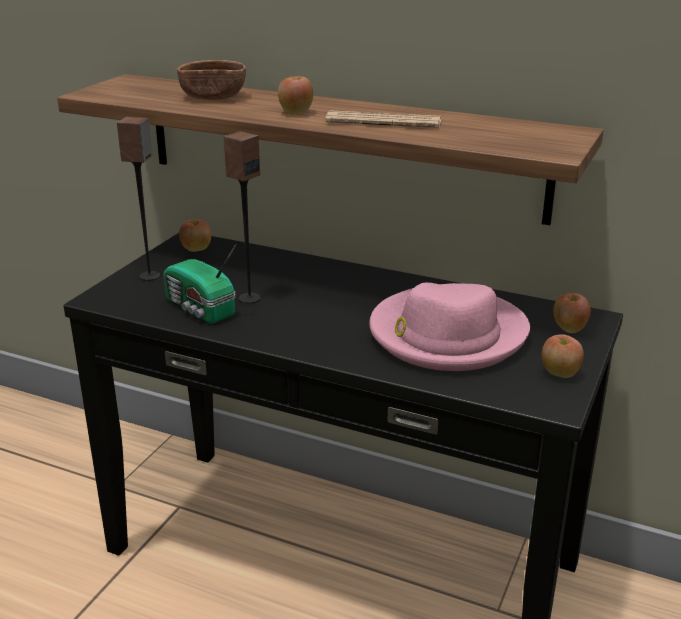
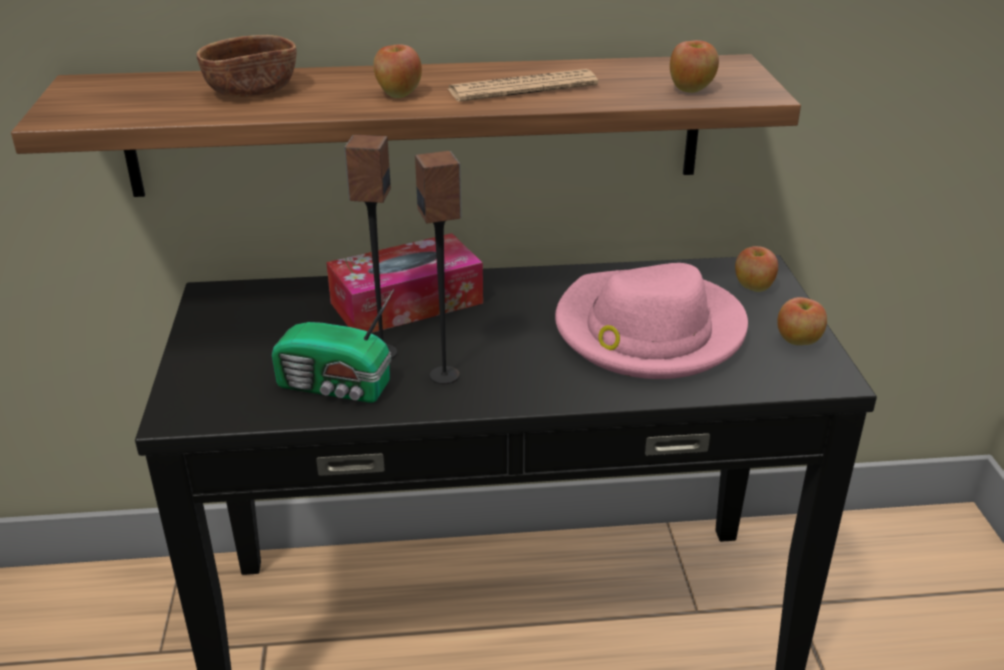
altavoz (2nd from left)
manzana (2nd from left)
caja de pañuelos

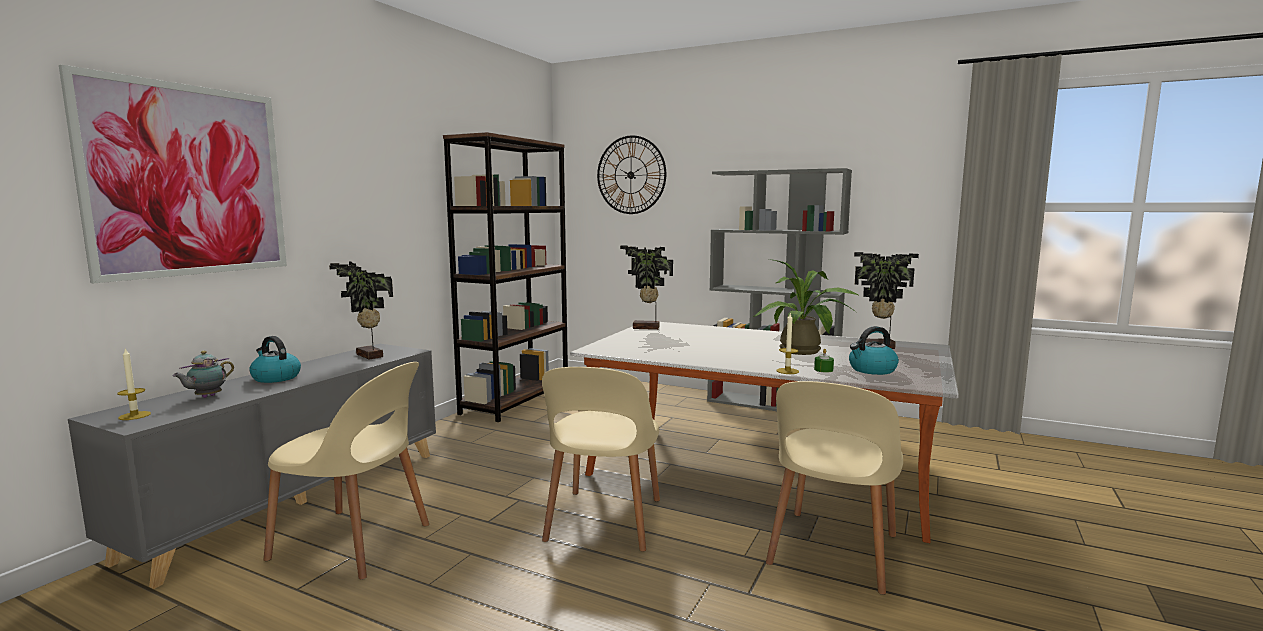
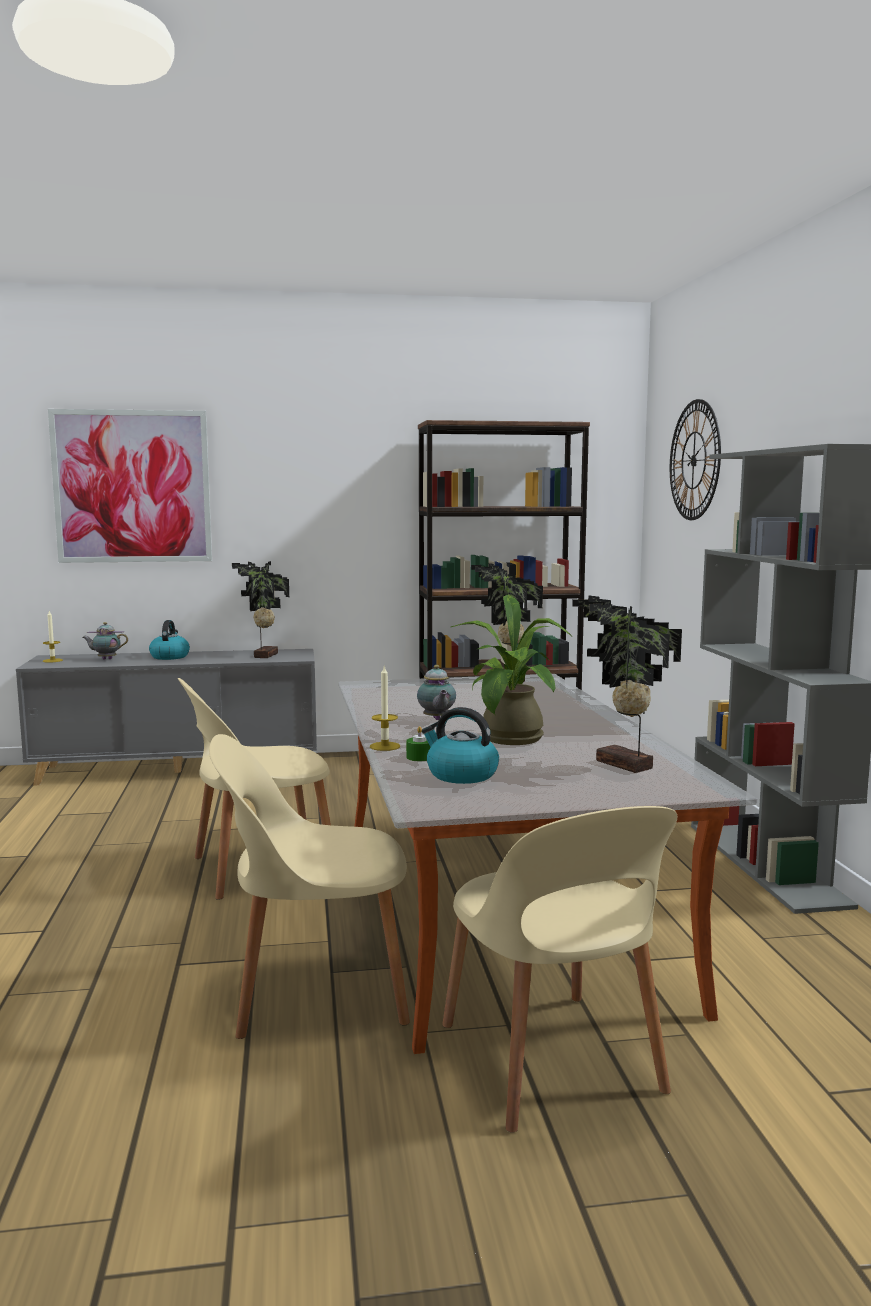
silla (beis) (3rd from left)
tetera (2nd from left)

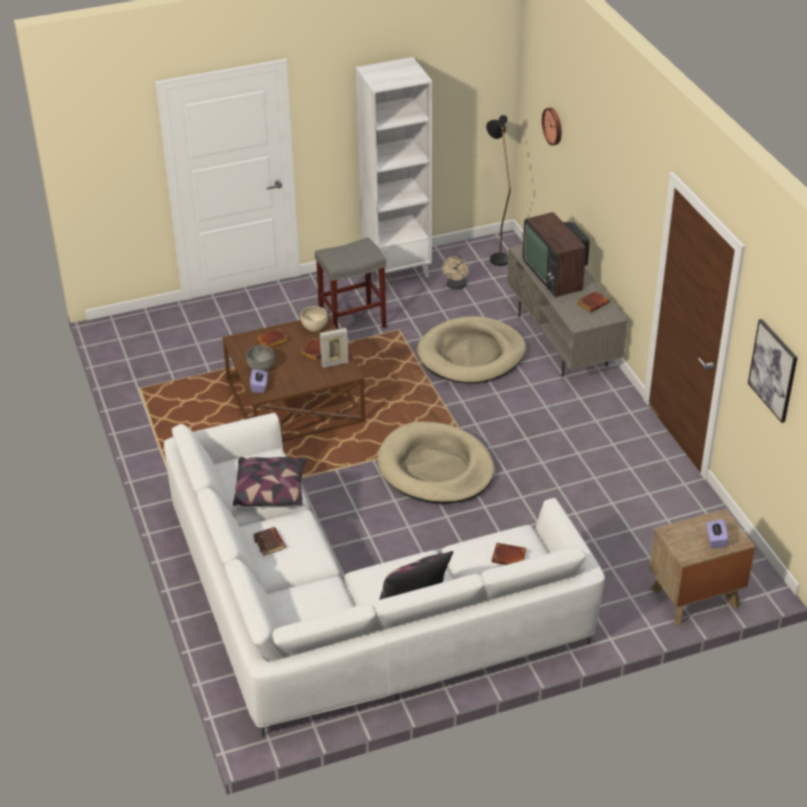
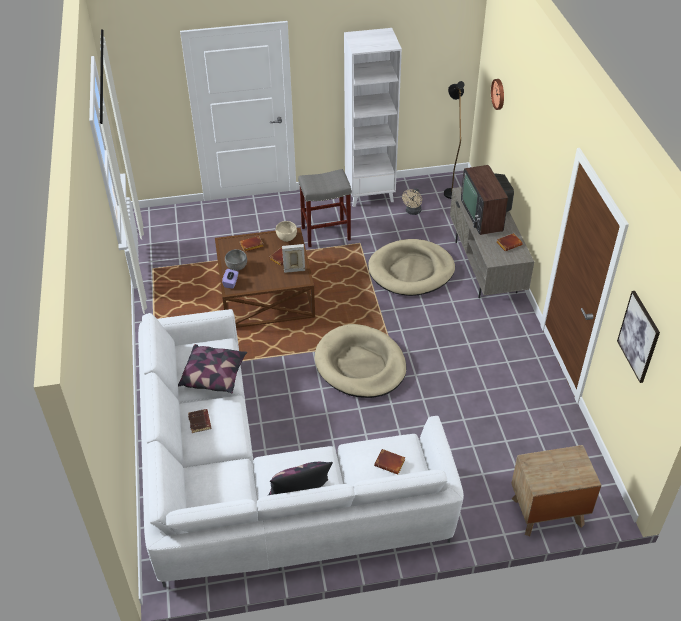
caja de pañuelos (morado) (2nd from left in the first image)

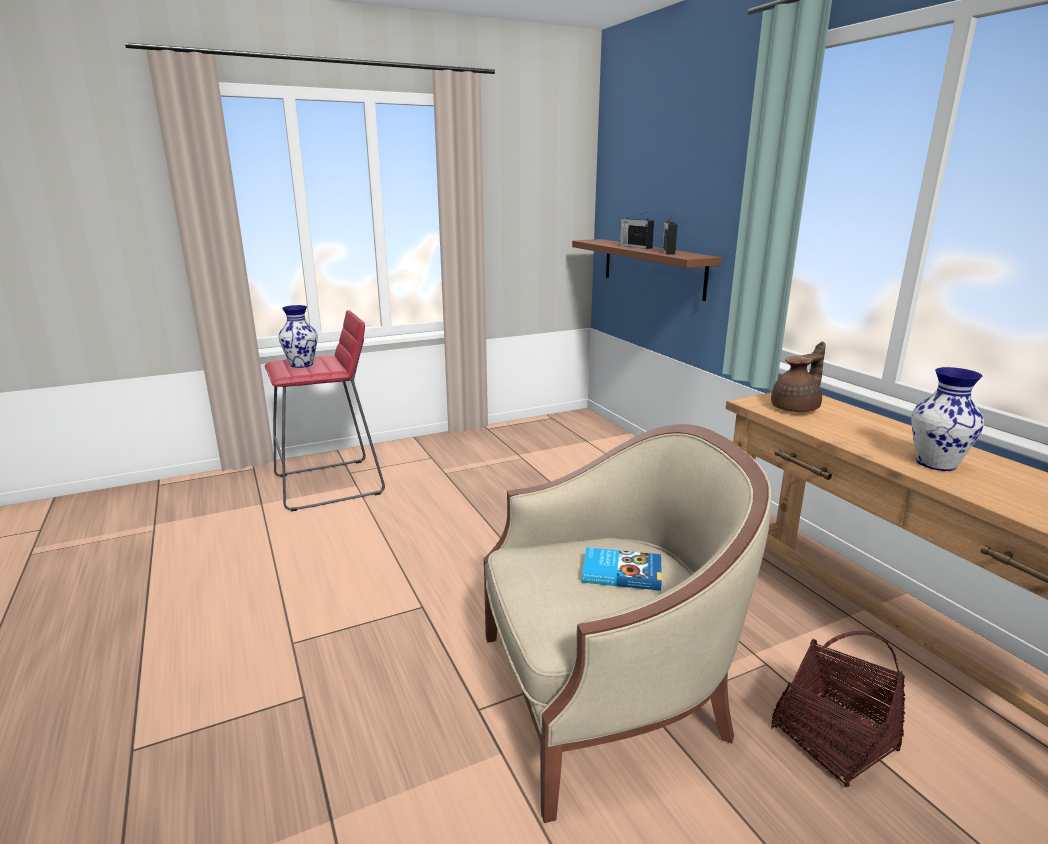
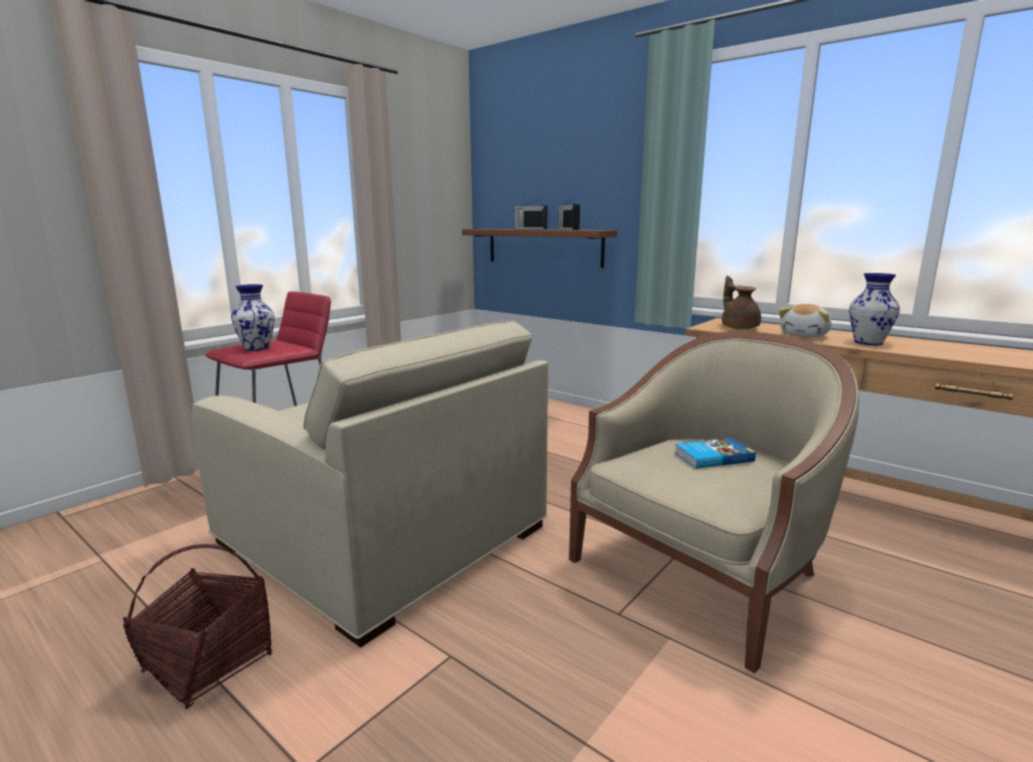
tetera (marrón)
cesta
peluche
sillón (beis) (1st from left)

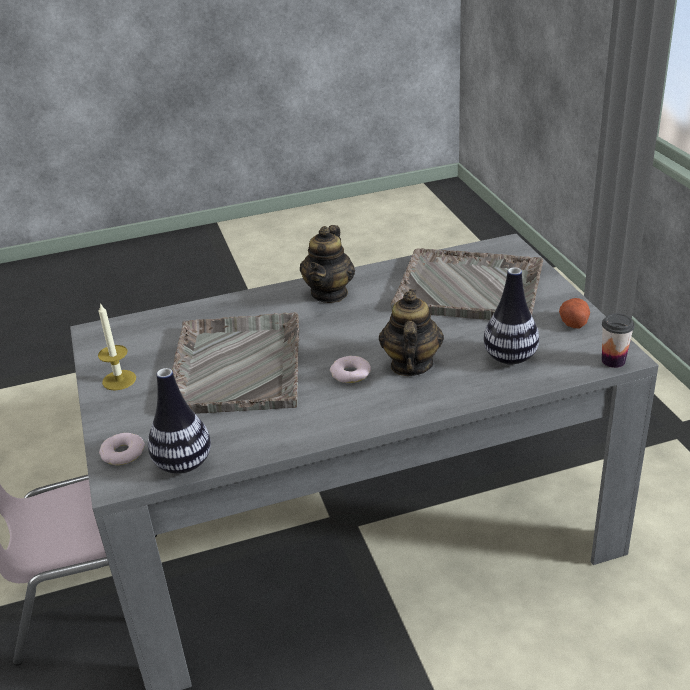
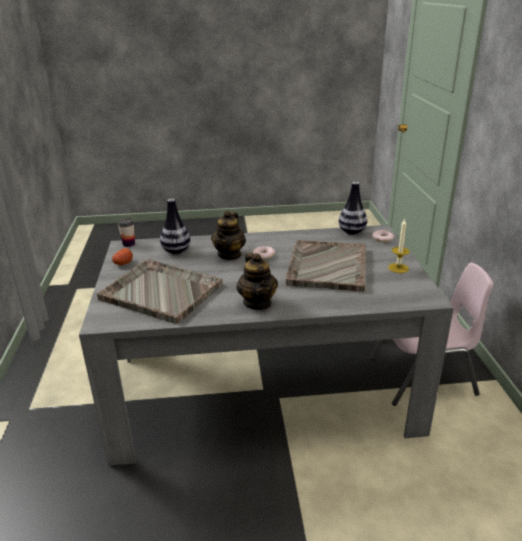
tetera (2nd from left)

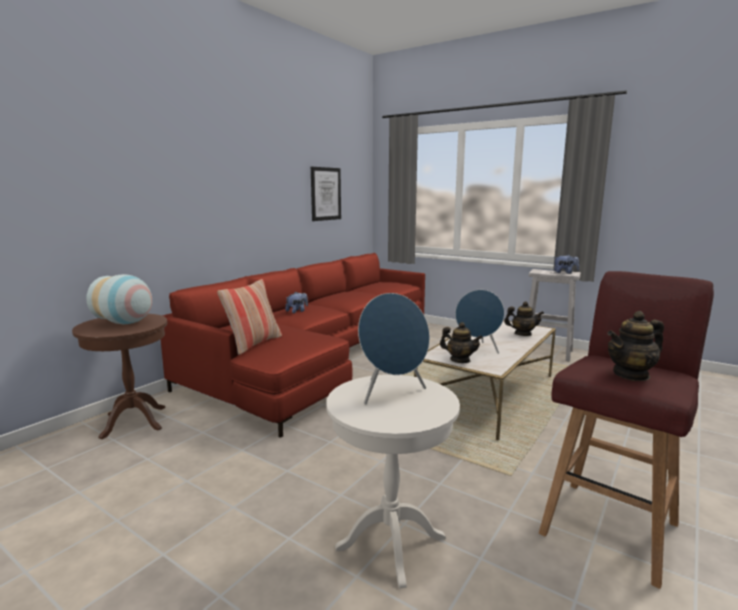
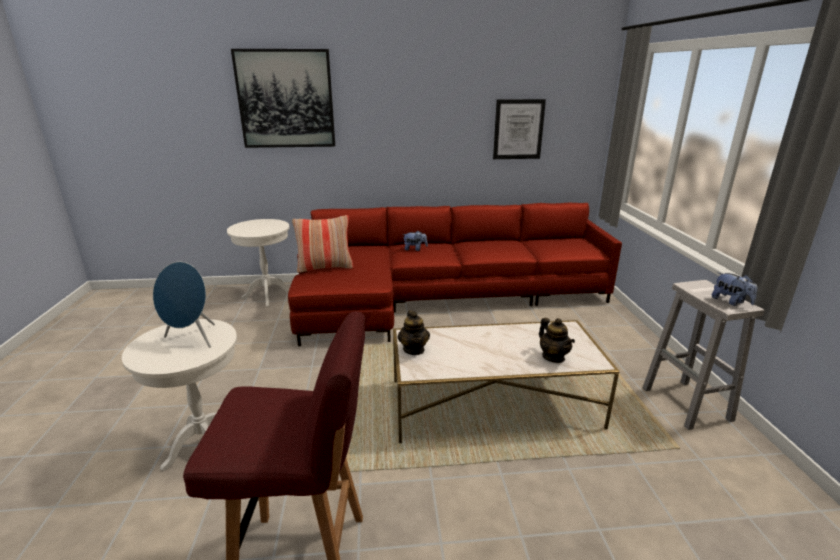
florero
altavoz (azul) (2nd from left in the first image)
tetera (3rd from left in the first image)
mesa auxiliar (blanco) (2nd from left)
cuadro (1st from left)

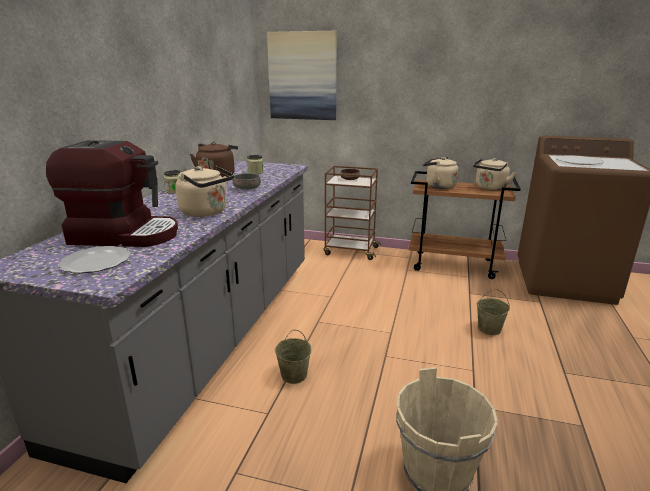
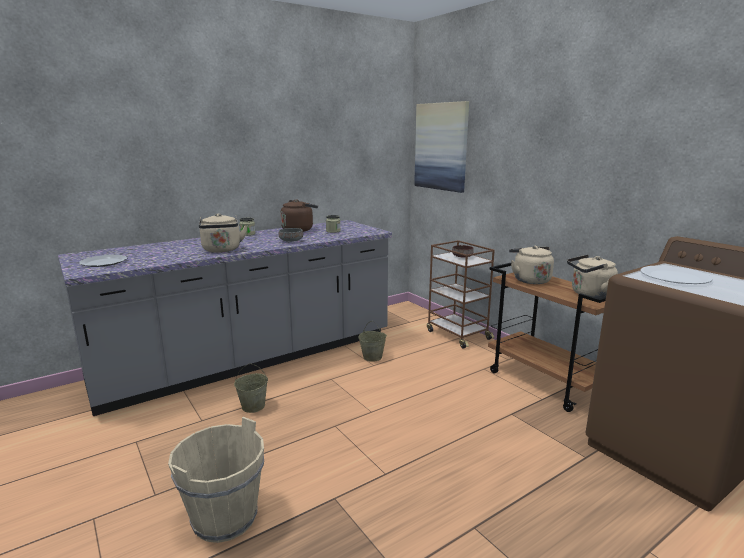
cafetera
cubo (beis) (3rd from left)

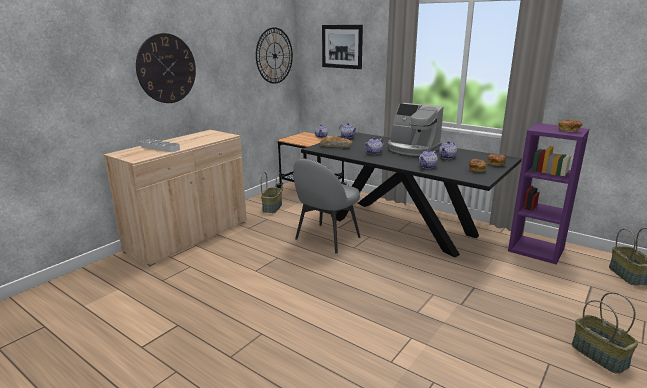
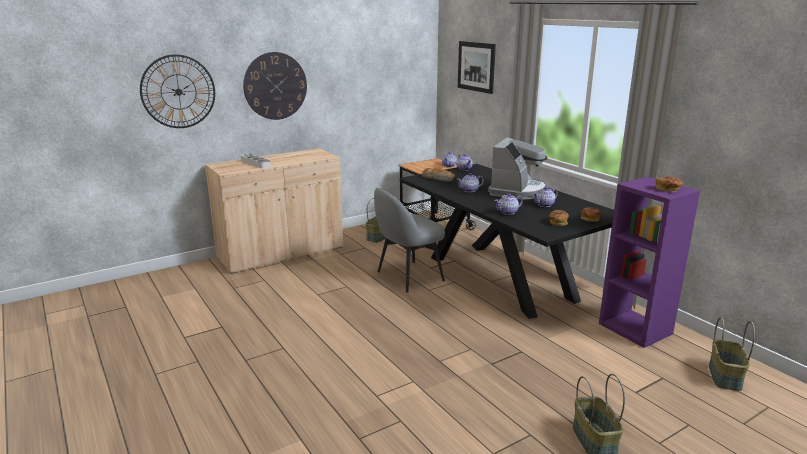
reloj de pared (1st from left)
cafetera

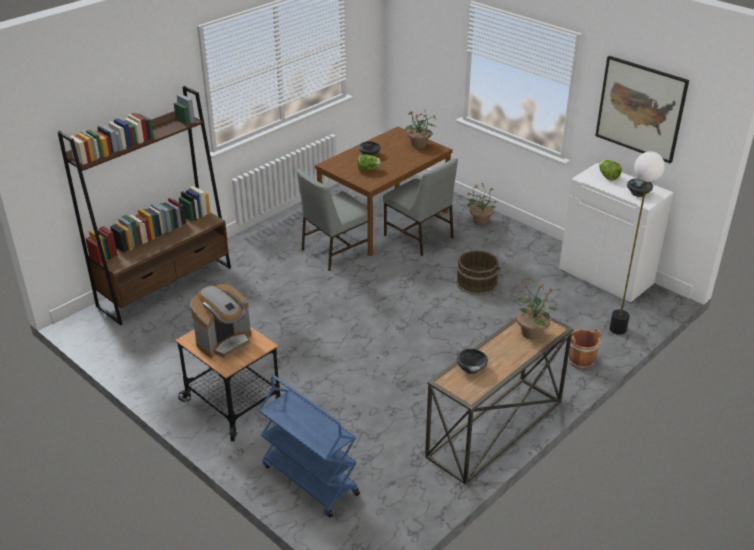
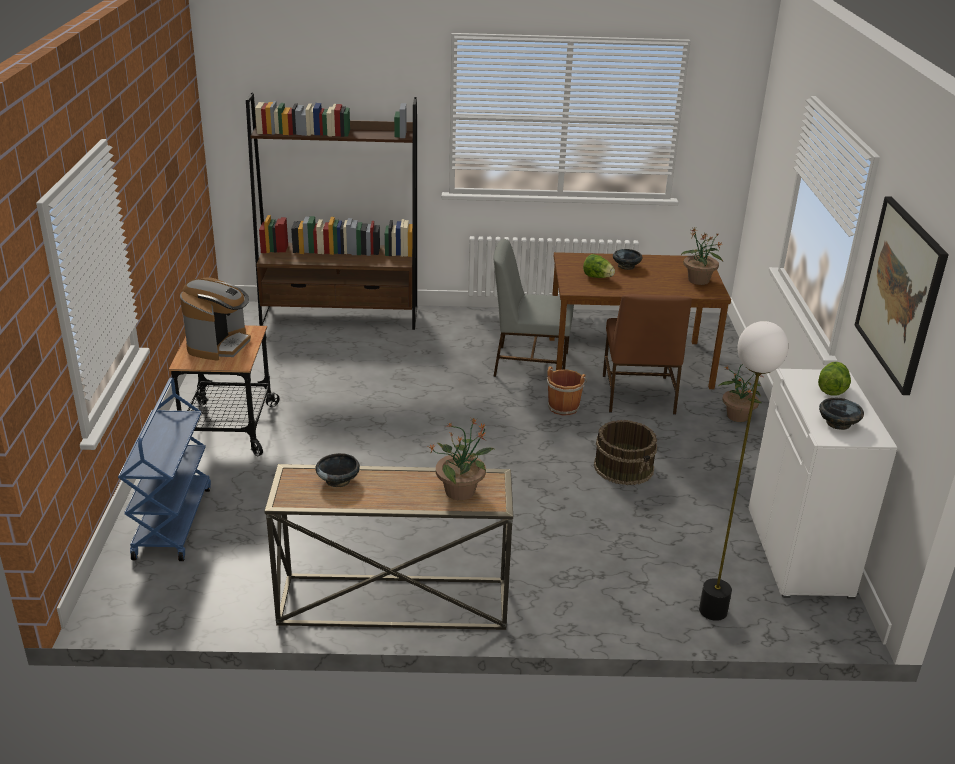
silla (marrón)
cafetera
cubo (marrón) (1st from left)

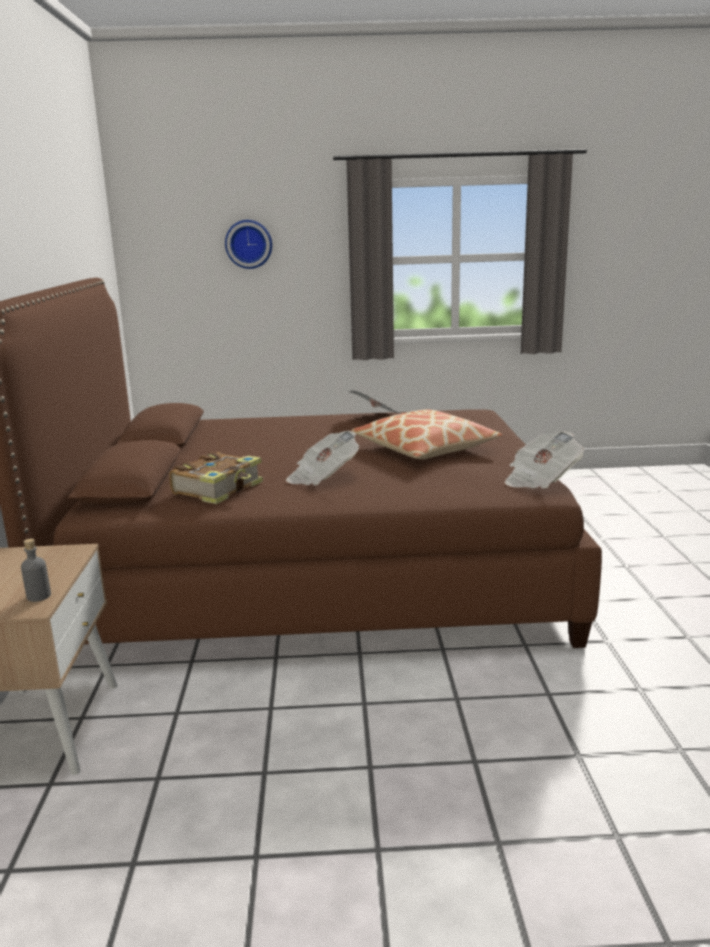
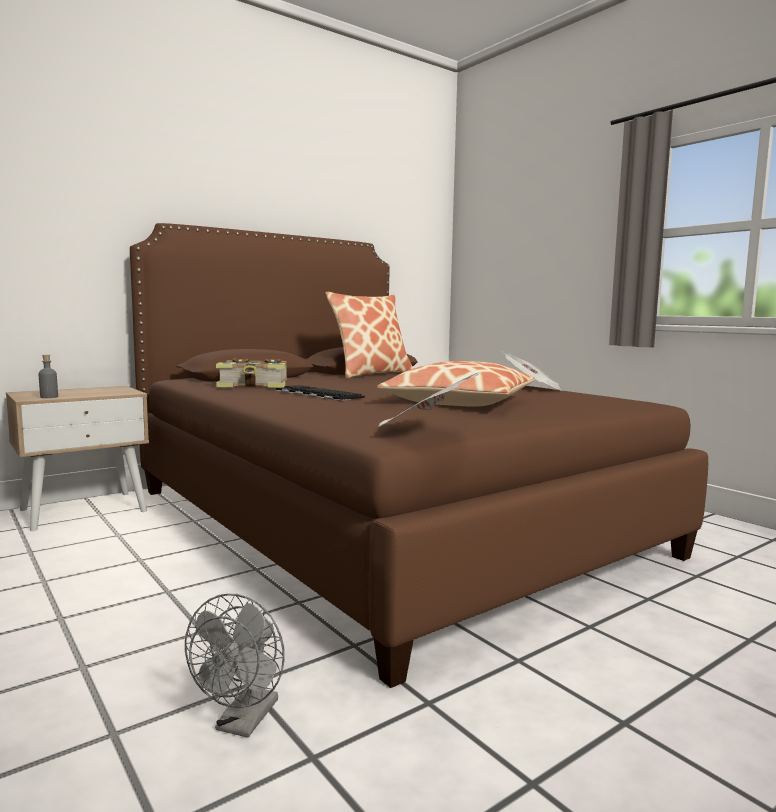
reloj de pared
teclado
cojín (1st from left)
ventilador (gris)

